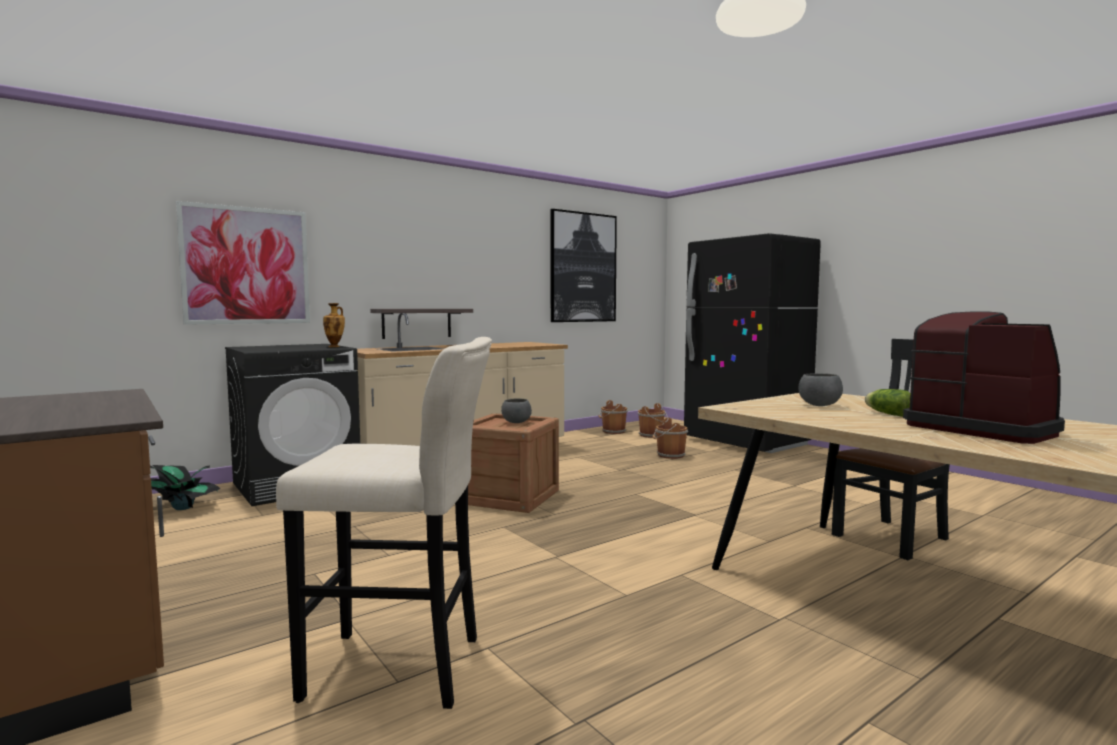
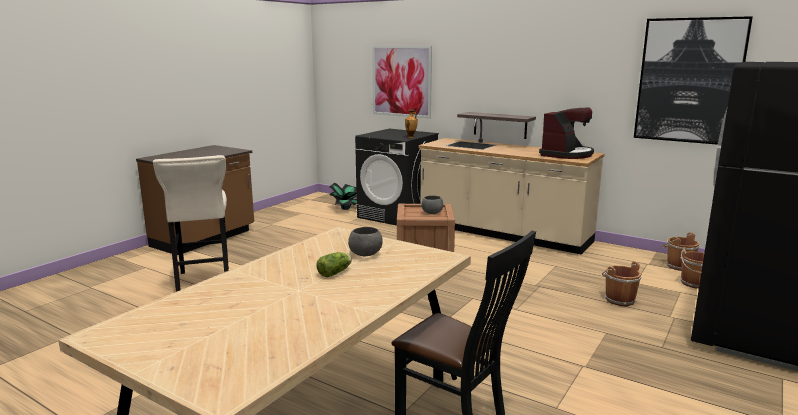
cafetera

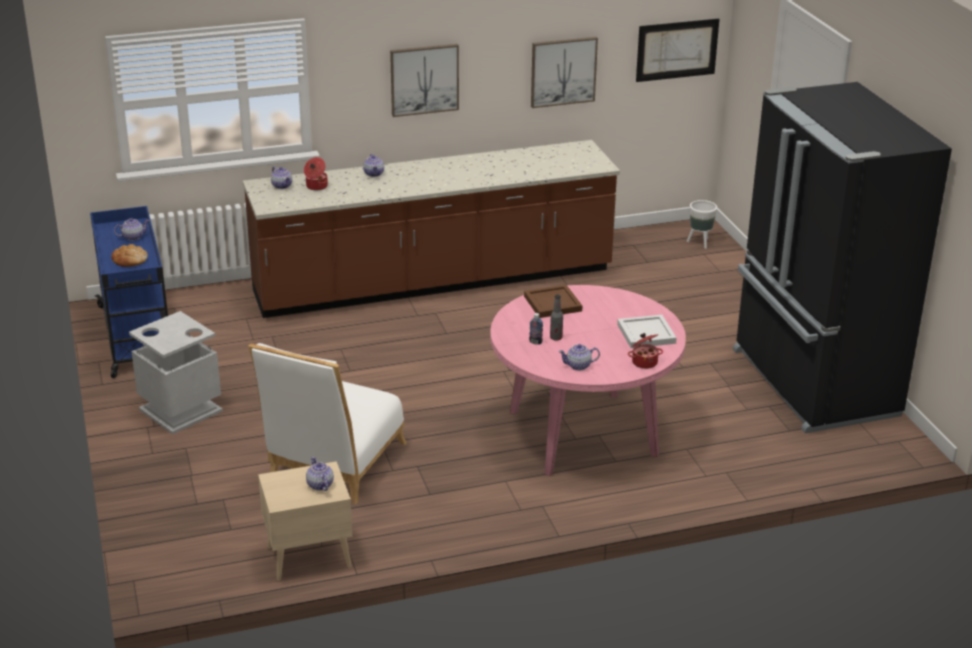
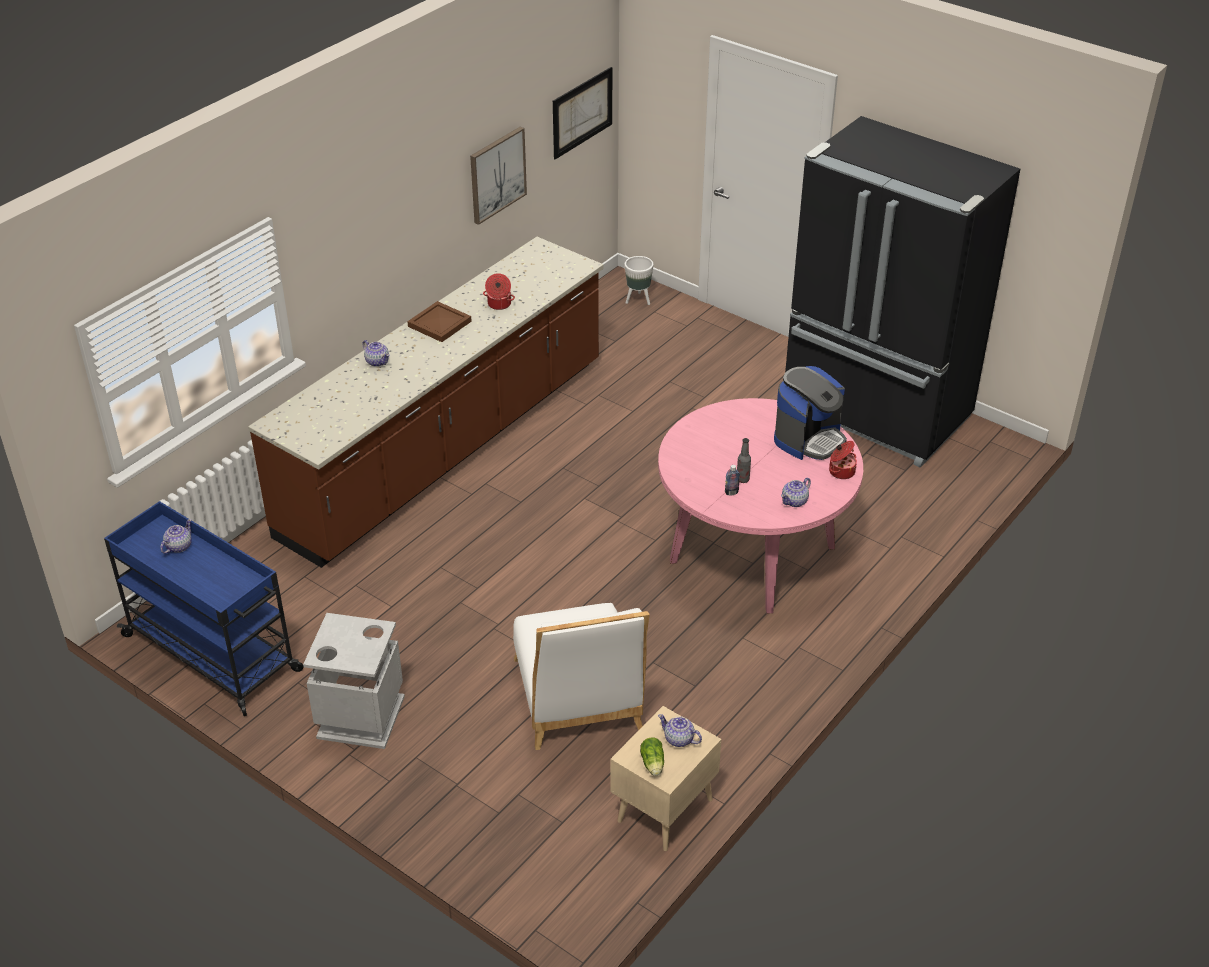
cuadro (1st from left in the first image)
olla (1st from left)
tetera (2nd from left in the first image)
pan
bandeja (marrón)
cafetera
lechuga

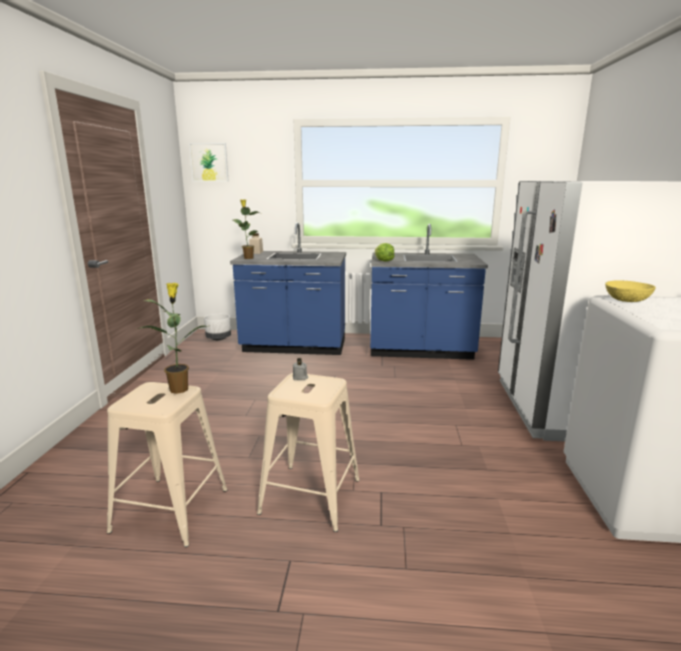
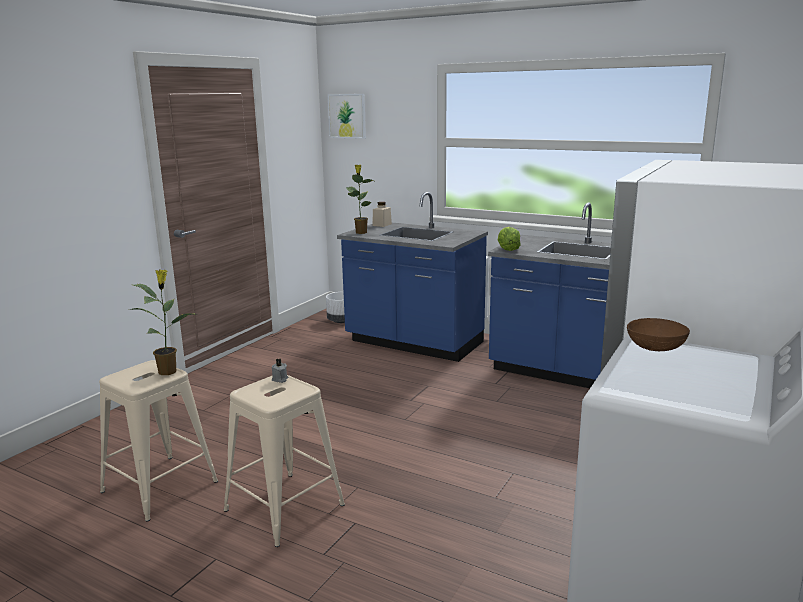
cuenco (marrón)

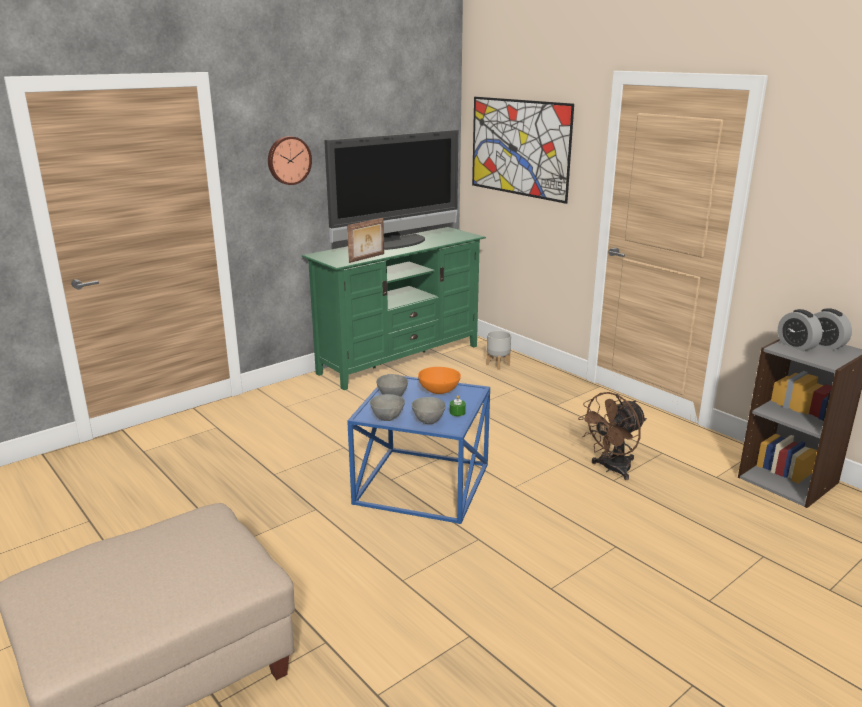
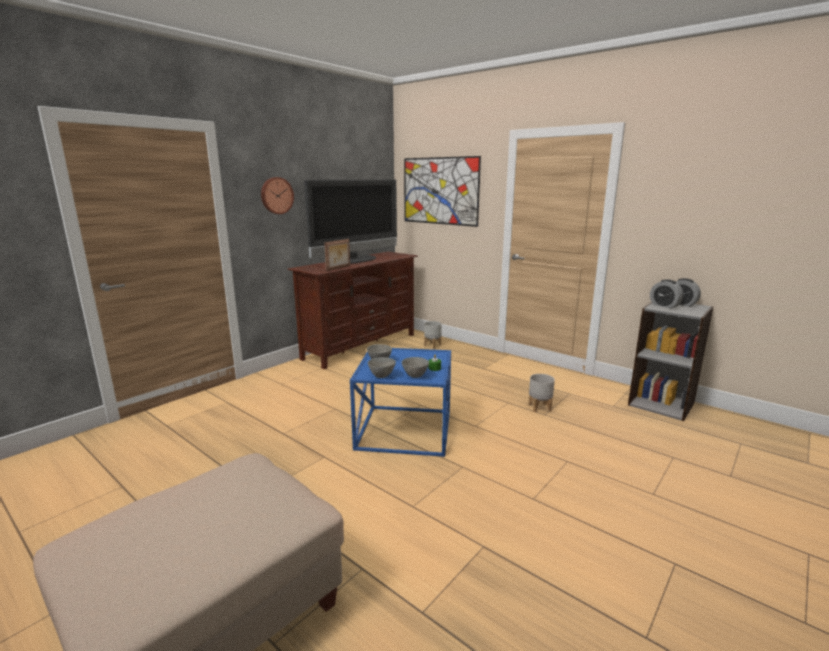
mueble de televisión (marrón)
cuenco (naranja)
maceta (gris) (2nd from left)

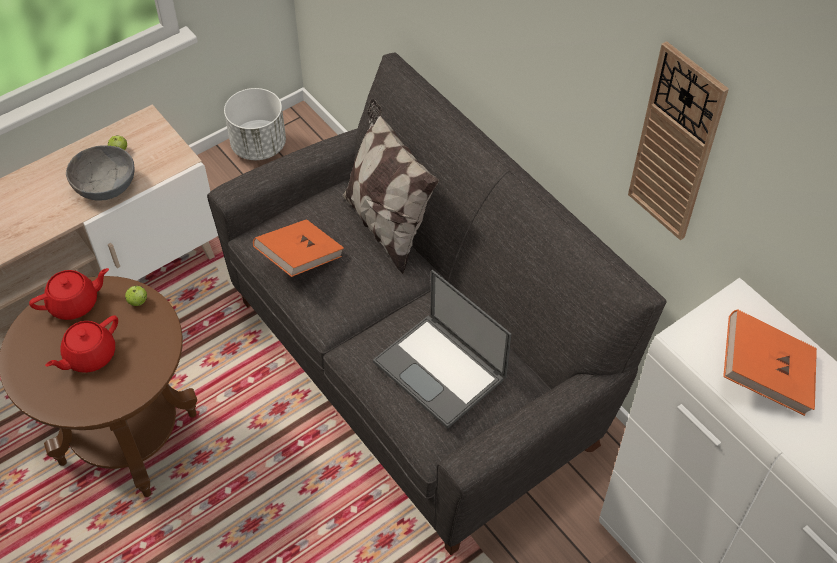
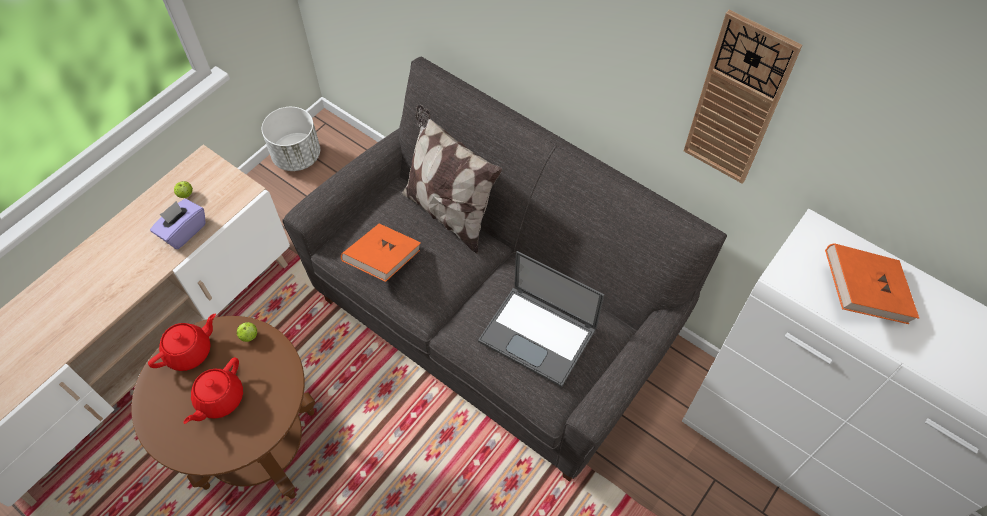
caja de pañuelos (morado)

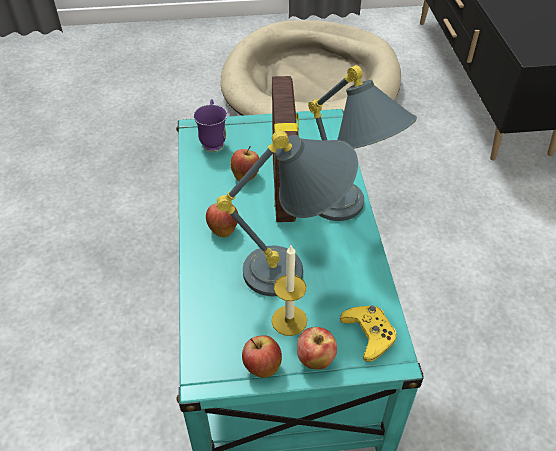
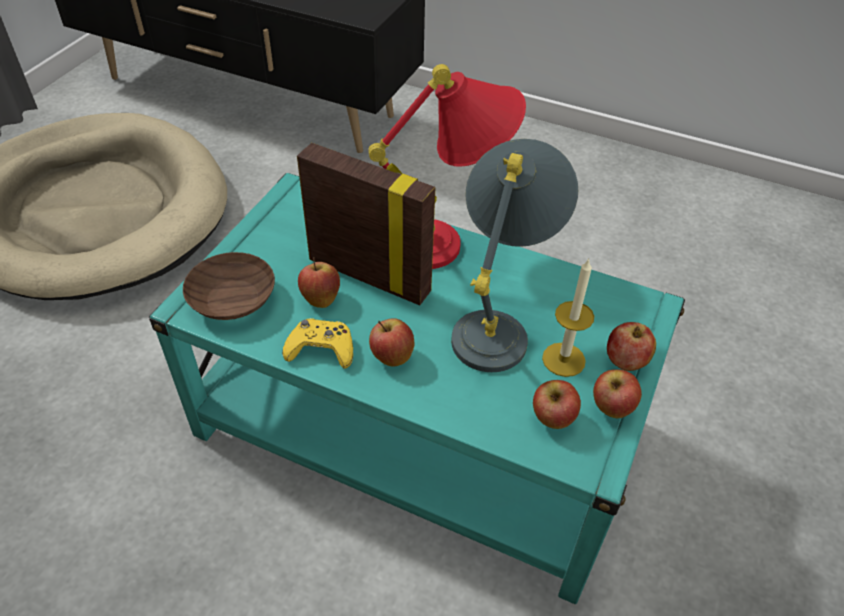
lámpara de mesa (rojo)
cuenco (marrón)
mando de consola (amarillo)
manzana (3rd from left)

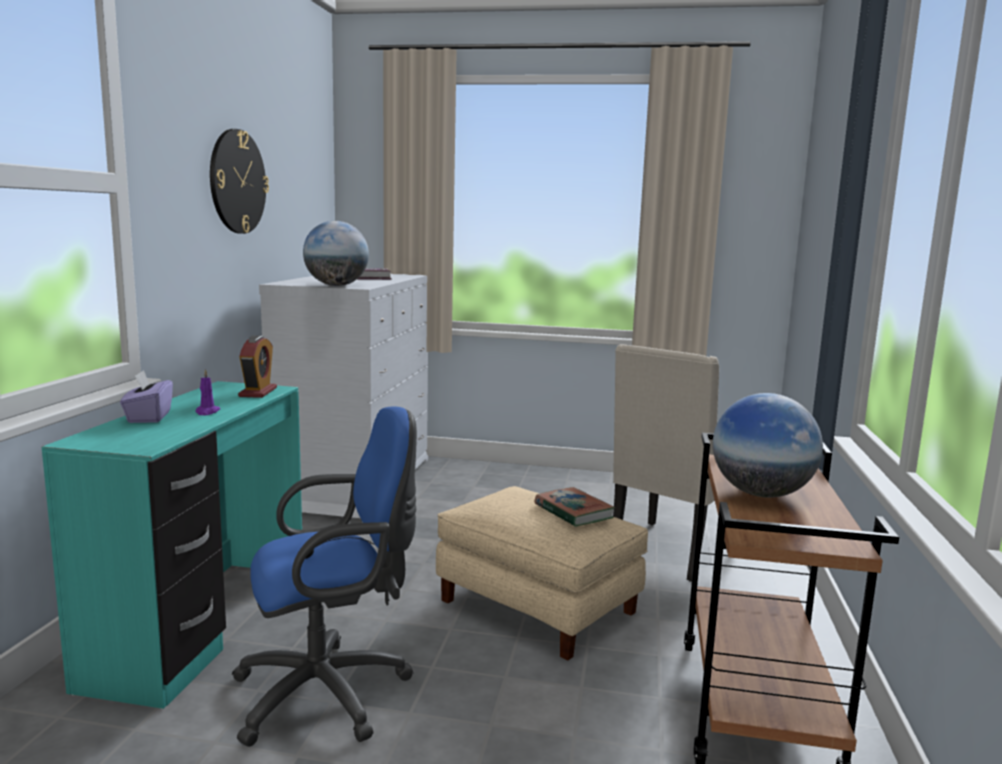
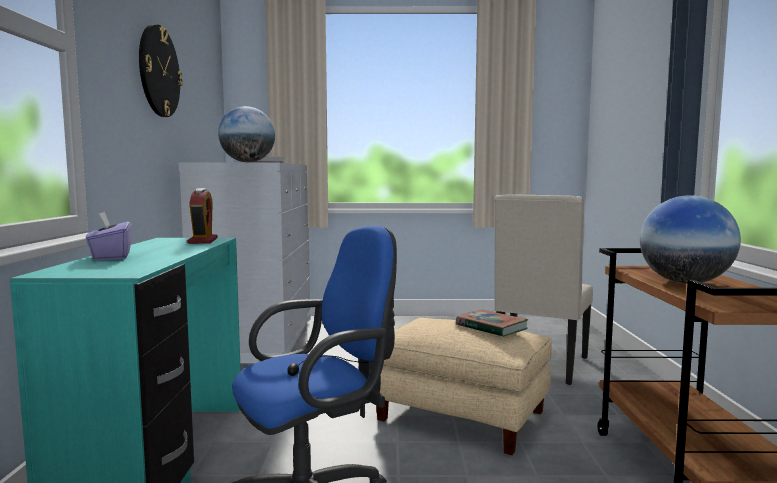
vela (morado)

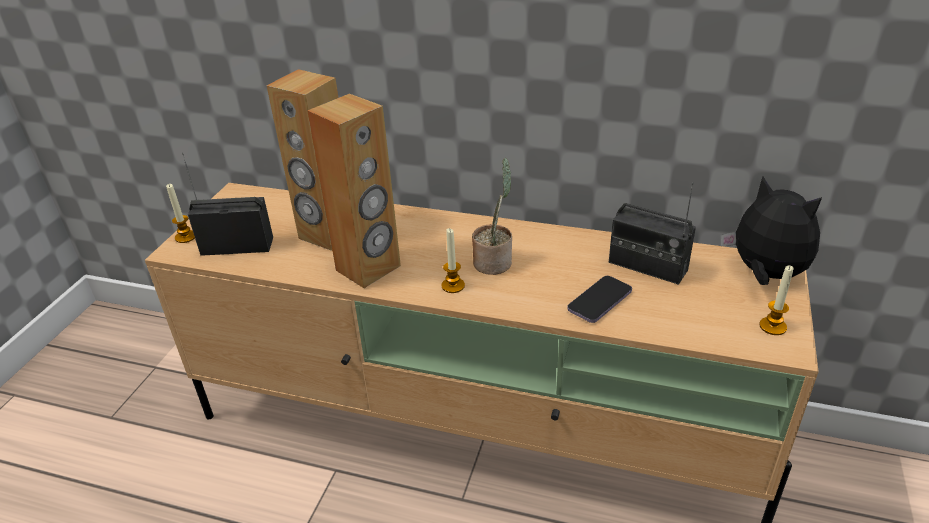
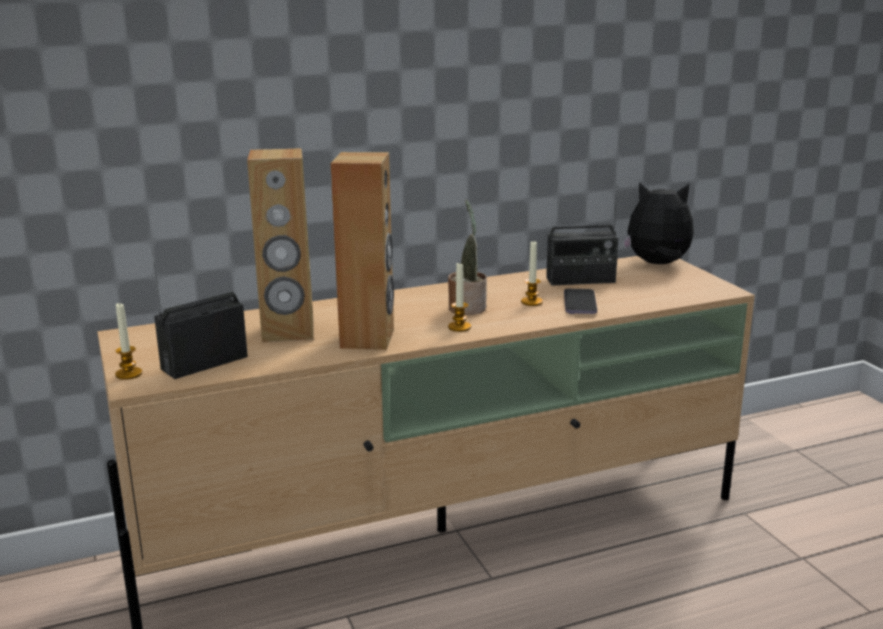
vela (3rd from left)

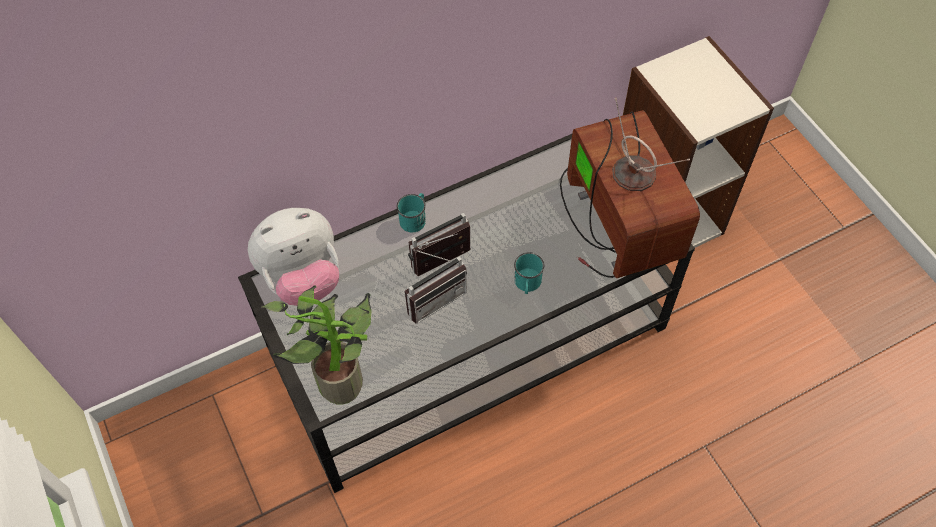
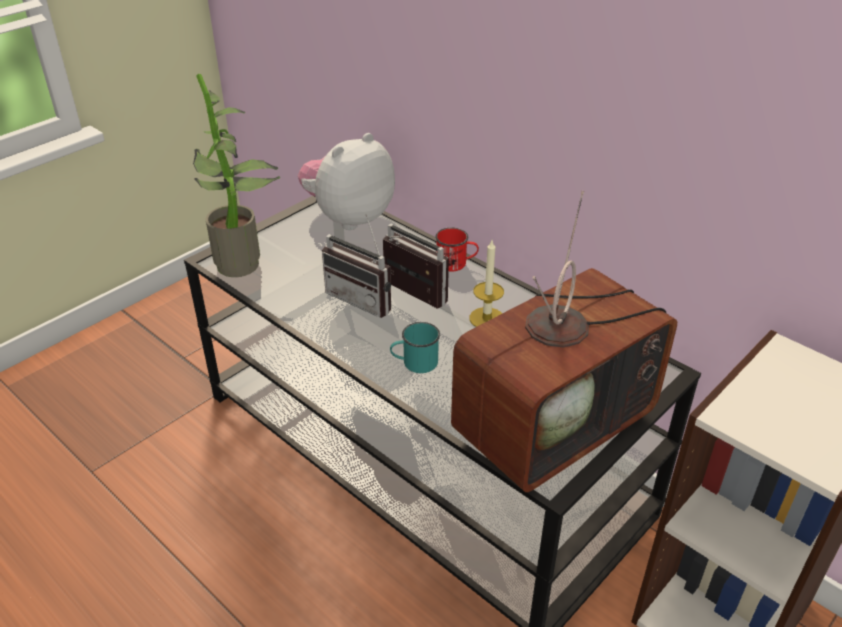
taza grande (rojo)
peluche
vela

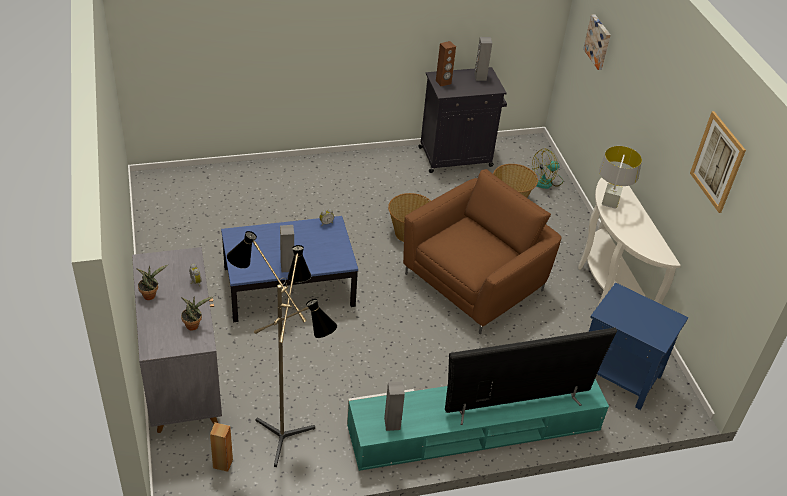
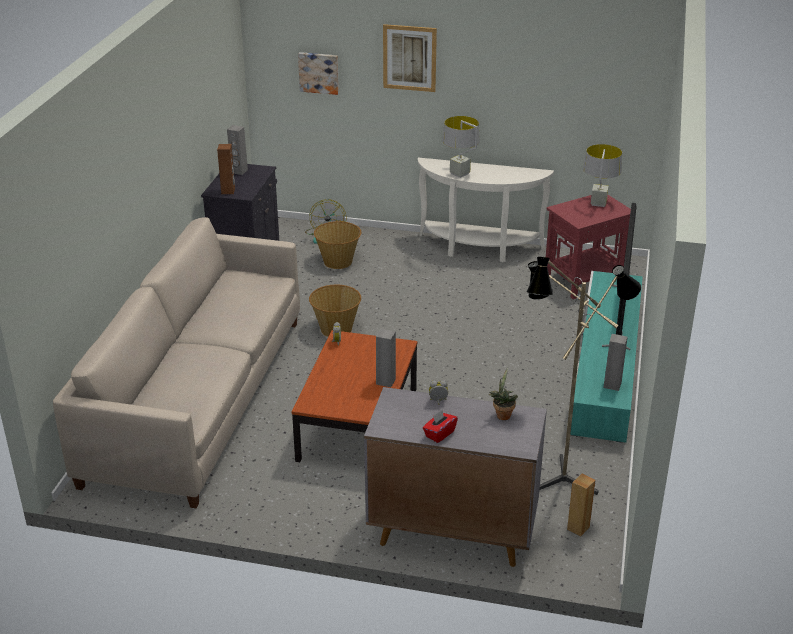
cuadro (2nd from left)
sillón (marrón)
mesa de centro (marrón)
caja de pañuelos (rojo)
mesa auxiliar (rojo)
lámpara de mesa (gris) (2nd from left)
sofá (beis)

